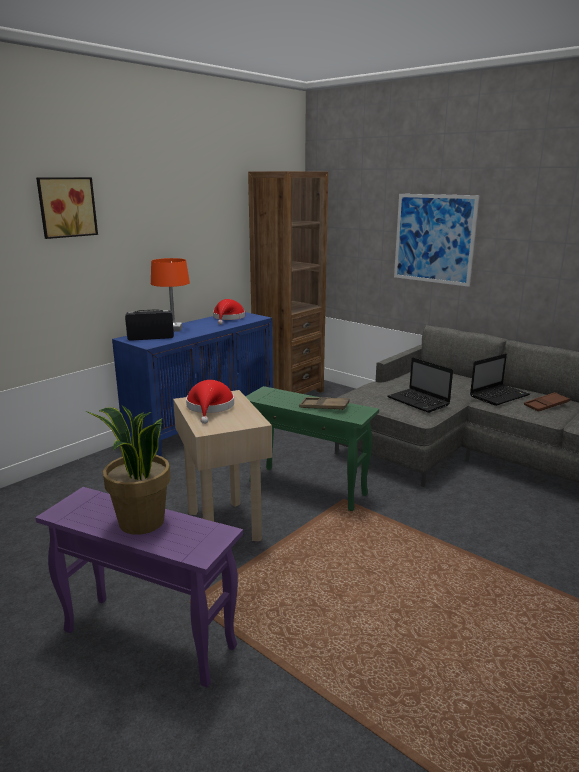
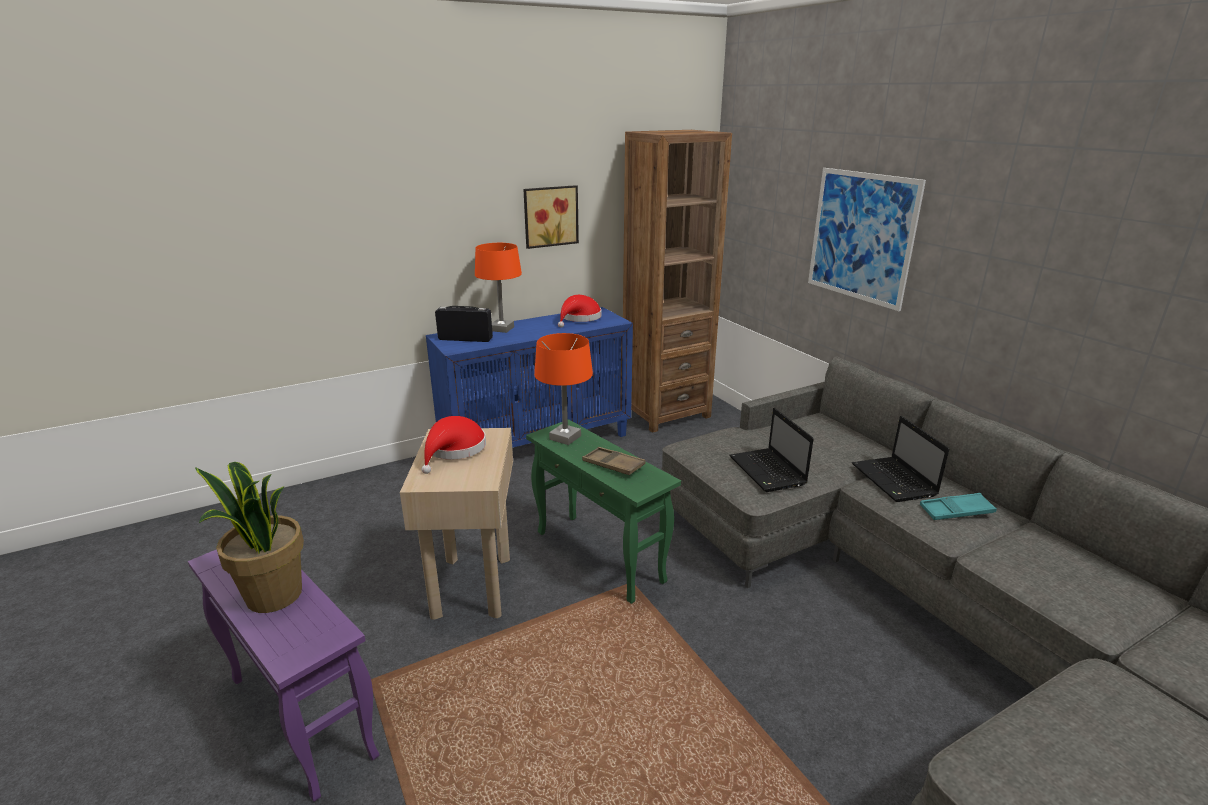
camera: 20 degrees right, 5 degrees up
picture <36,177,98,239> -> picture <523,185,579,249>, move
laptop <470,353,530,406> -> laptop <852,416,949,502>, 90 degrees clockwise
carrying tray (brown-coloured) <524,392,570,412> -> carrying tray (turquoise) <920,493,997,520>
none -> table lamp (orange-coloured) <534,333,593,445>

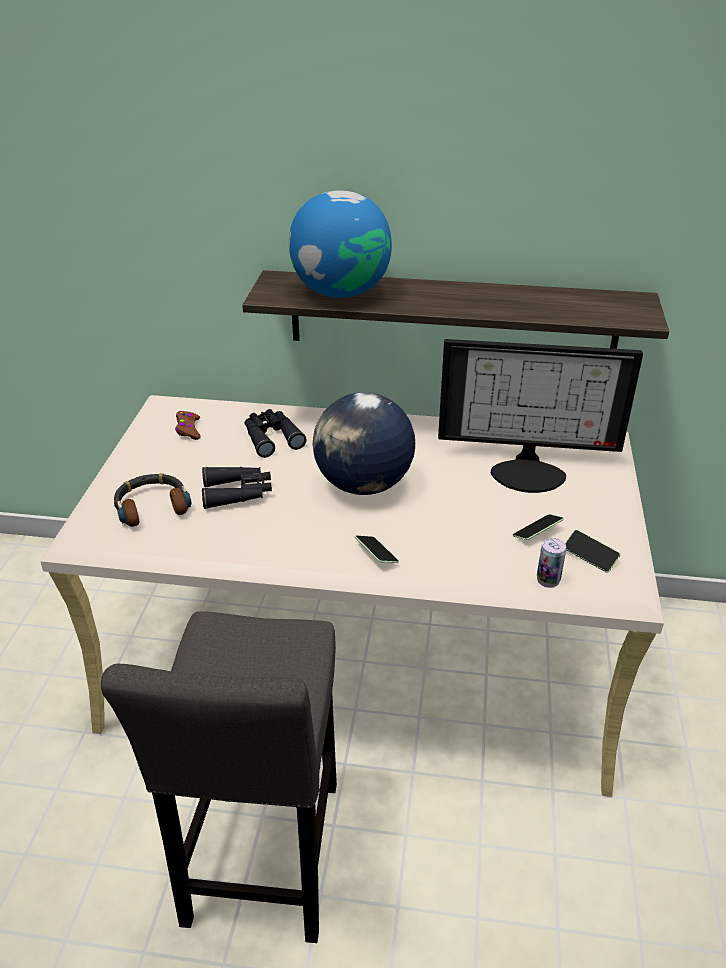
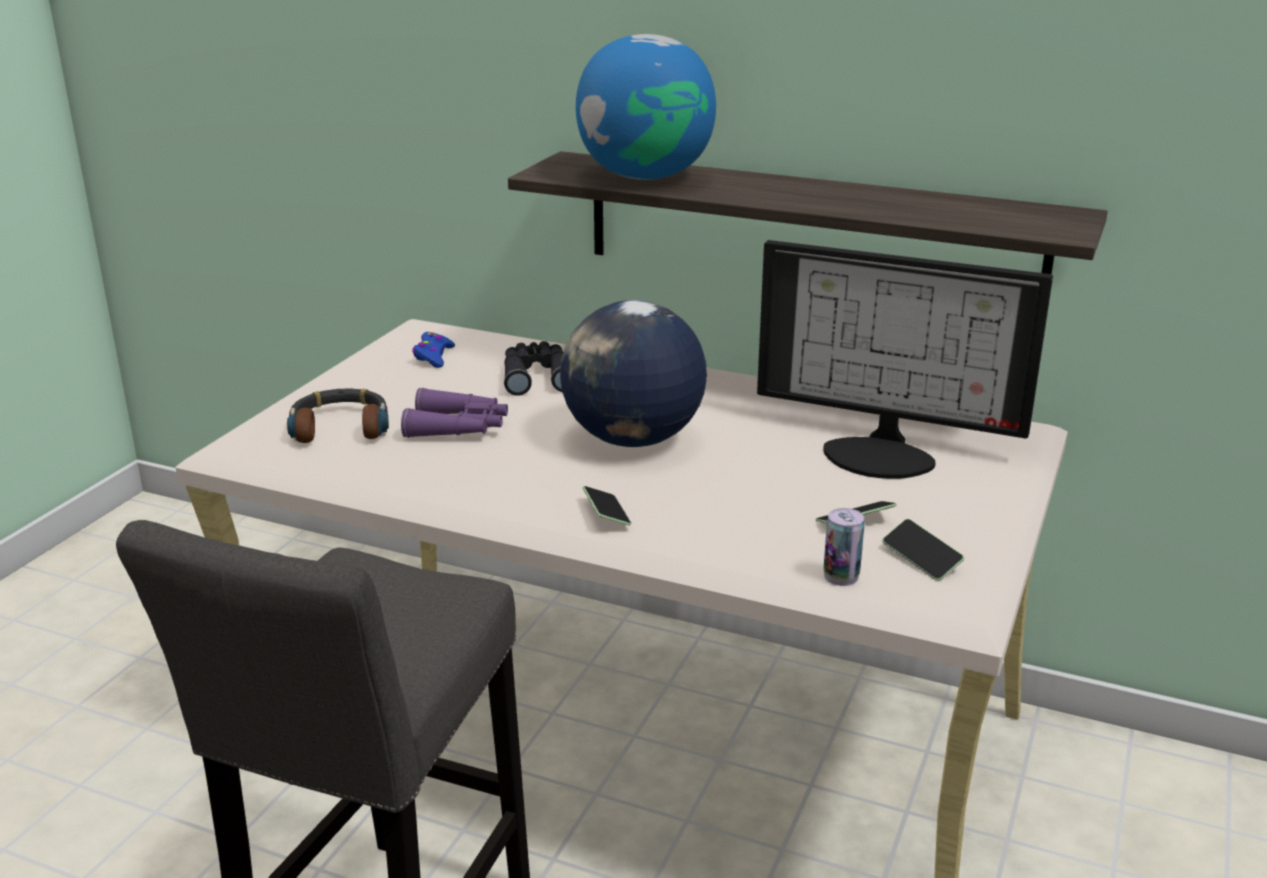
camera: 15 degrees right, 10 degrees down
joypad (brown-coloured) <175,411,201,440> -> joypad (bluish) <412,332,455,368>
field glasses (black-coloured) <202,467,272,509> -> field glasses (purple) <401,388,508,438>

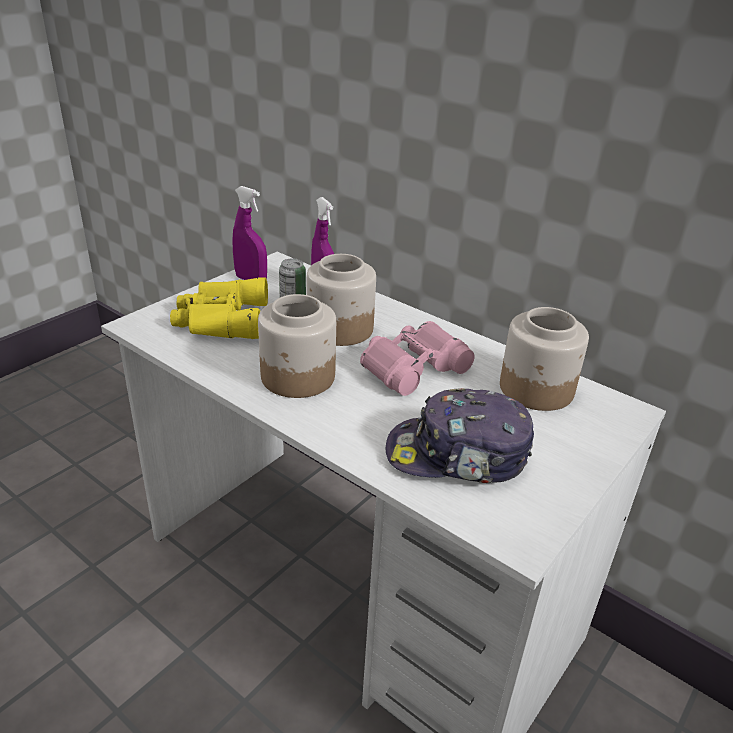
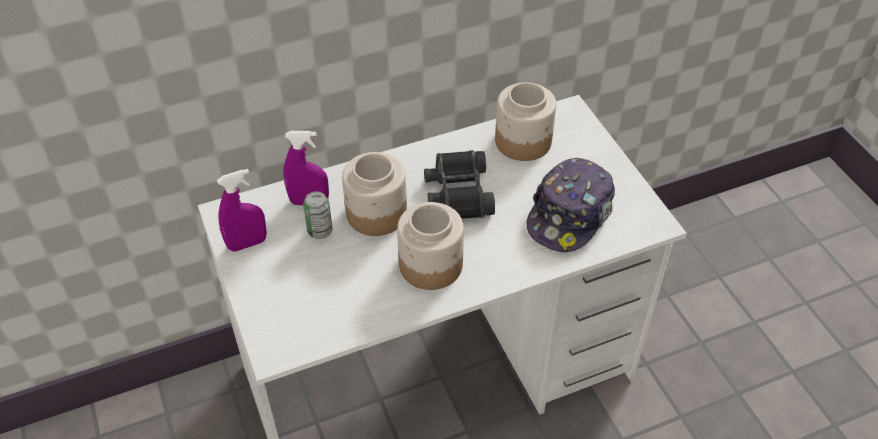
camera: 60 degrees left, 15 degrees up
field glasses (yellow) <170,277,268,339> -> none
field glasses (pink) <360,321,475,396> -> field glasses (black-coloured) <424,150,495,219>

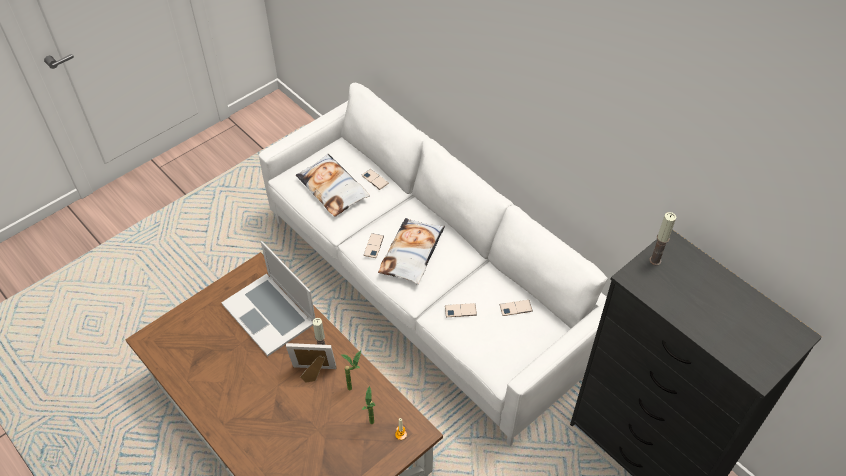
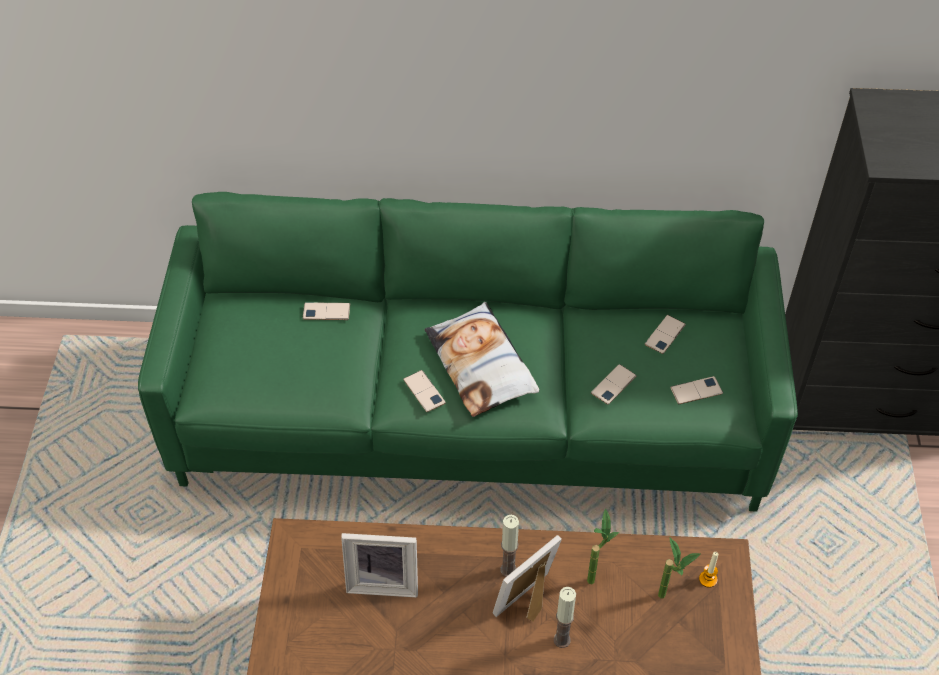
camera: 45 degrees left, 0 degrees up
couch (white) <259,83,608,446> -> couch (greenish) <138,192,798,512>
throw pillow <296,153,370,217> -> none
wax candle <649,212,676,265> -> wax candle <554,587,576,648>, move
laptop <221,241,315,356> -> standing frame <341,533,418,598>
none -> phone <670,376,723,404>

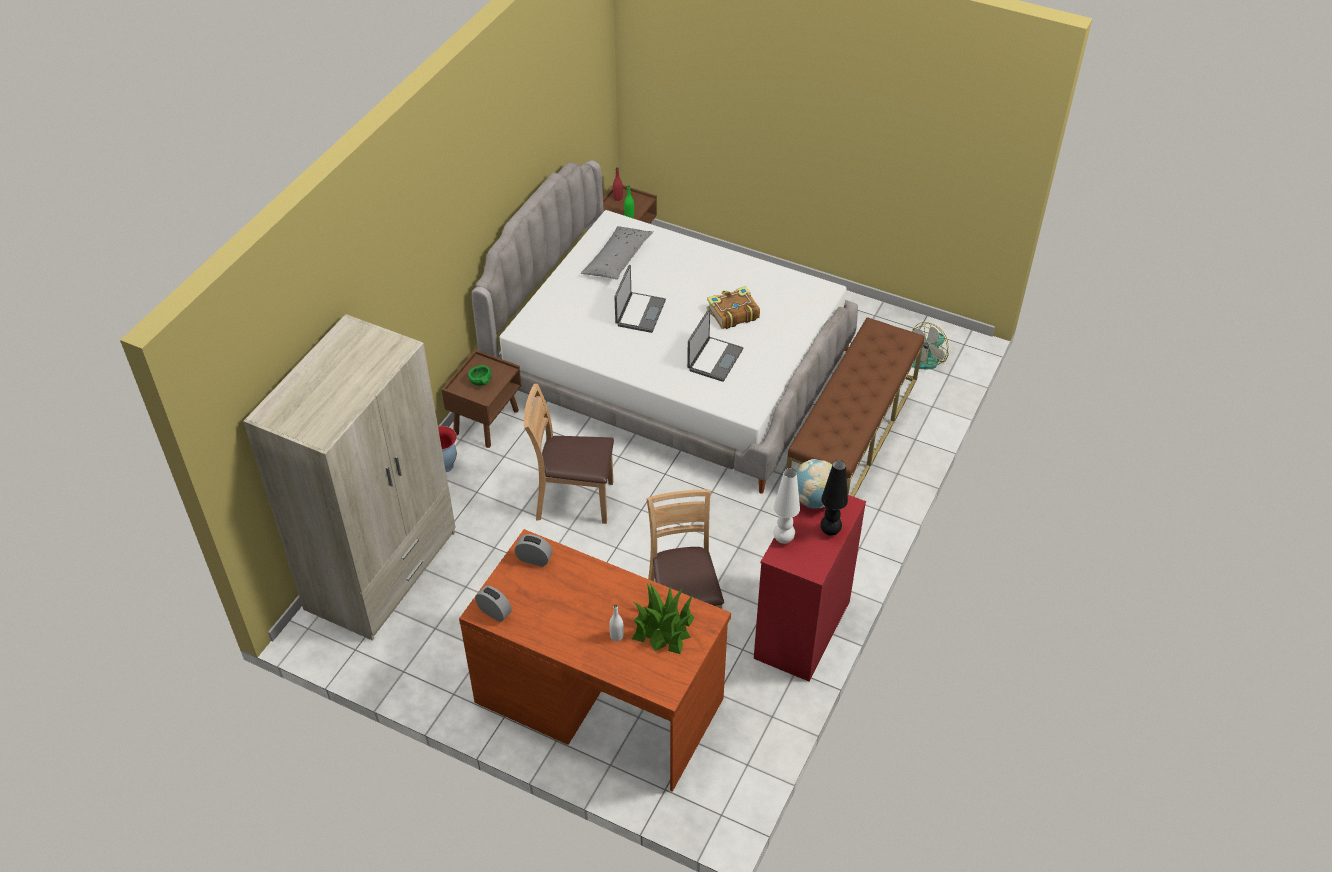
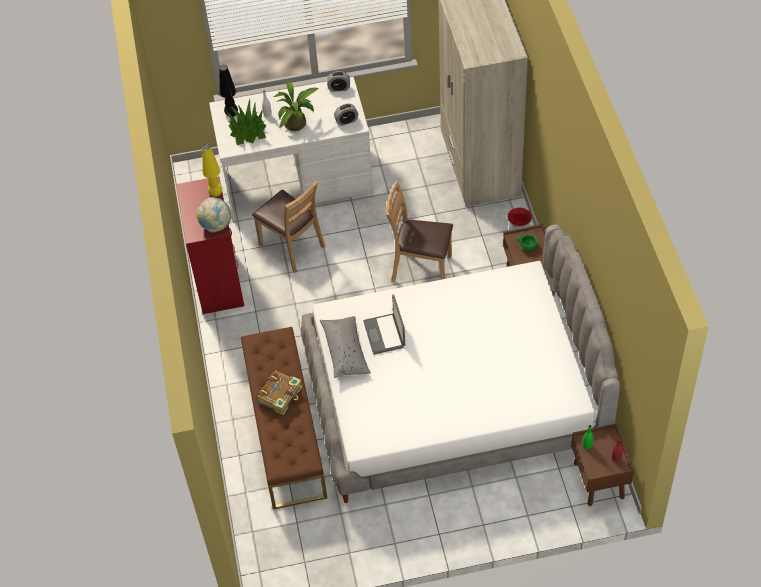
camera: 145 degrees right, 5 degrees up
throw pillow (gray) <581,226,653,280> -> throw pillow (gray) <320,316,371,378>, move
laptop <614,265,666,333> -> none
book <707,286,760,329> -> book <257,370,302,415>, move
electric fan <912,322,949,369> -> none
chair (brown-coloured) <524,384,614,524> -> chair (brown-coloured) <386,181,453,282>, 135 degrees counterclockwise
table lamp (black-coloured) <820,460,848,536> -> table lamp (black-coloured) <219,65,238,117>, move
table lamp (white) <773,468,800,544> -> table lamp (yellow) <202,144,222,197>
desk (brown-coloured) <459,529,731,792> -> desk (white) <209,77,373,221>
none -> potted plant <274,82,320,131>

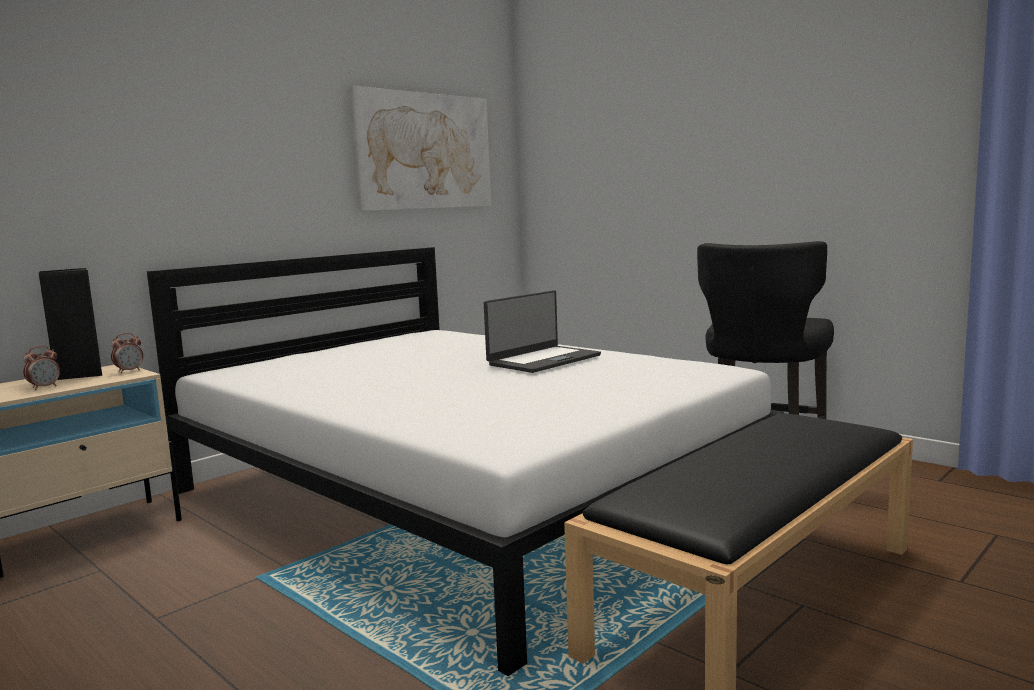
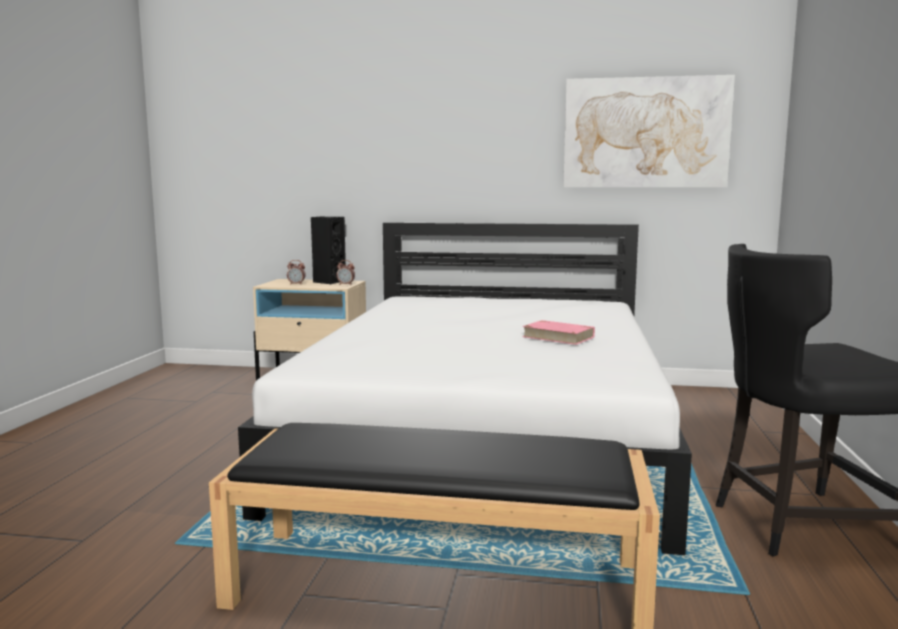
camera: 55 degrees right, 0 degrees up
laptop <484,290,601,373> -> book (pink) <522,320,595,345>

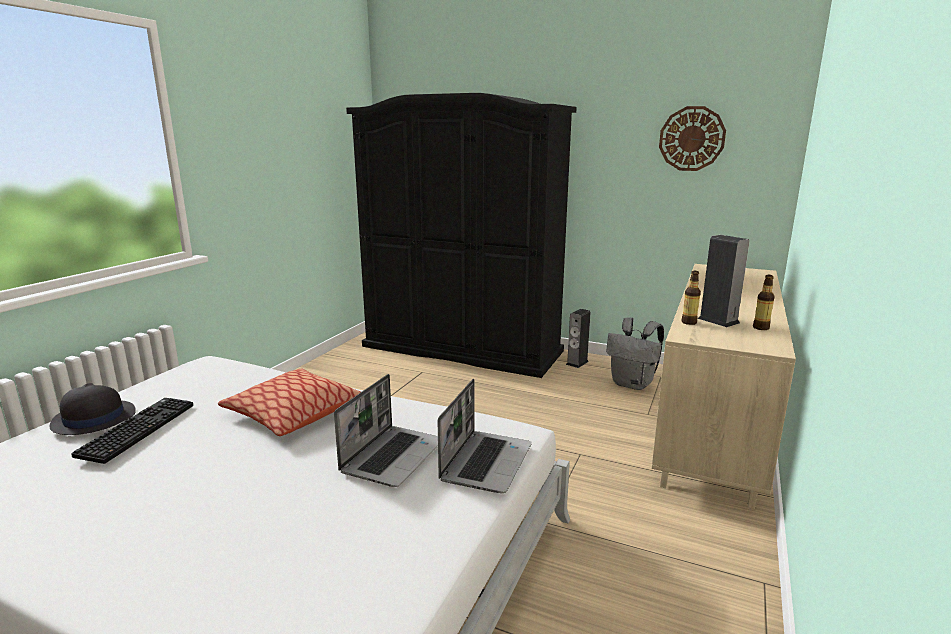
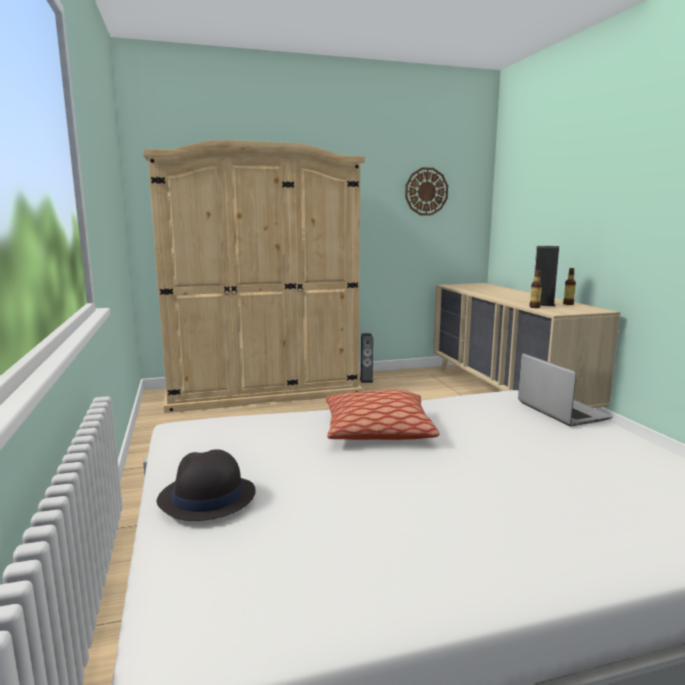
camera: 40 degrees left, 5 degrees down
wardrobe (black-coloured) <346,93,577,378> -> wardrobe (beige-coloured) <143,140,365,413>
knapsack (gray) <606,317,664,390> -> none
laptop <334,374,438,487> -> none
keyboard <71,398,193,464> -> none

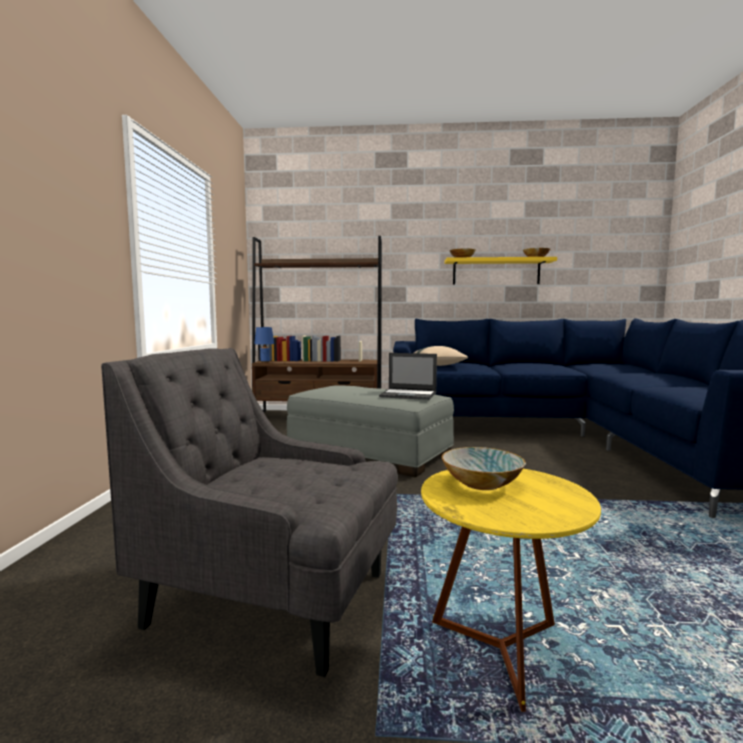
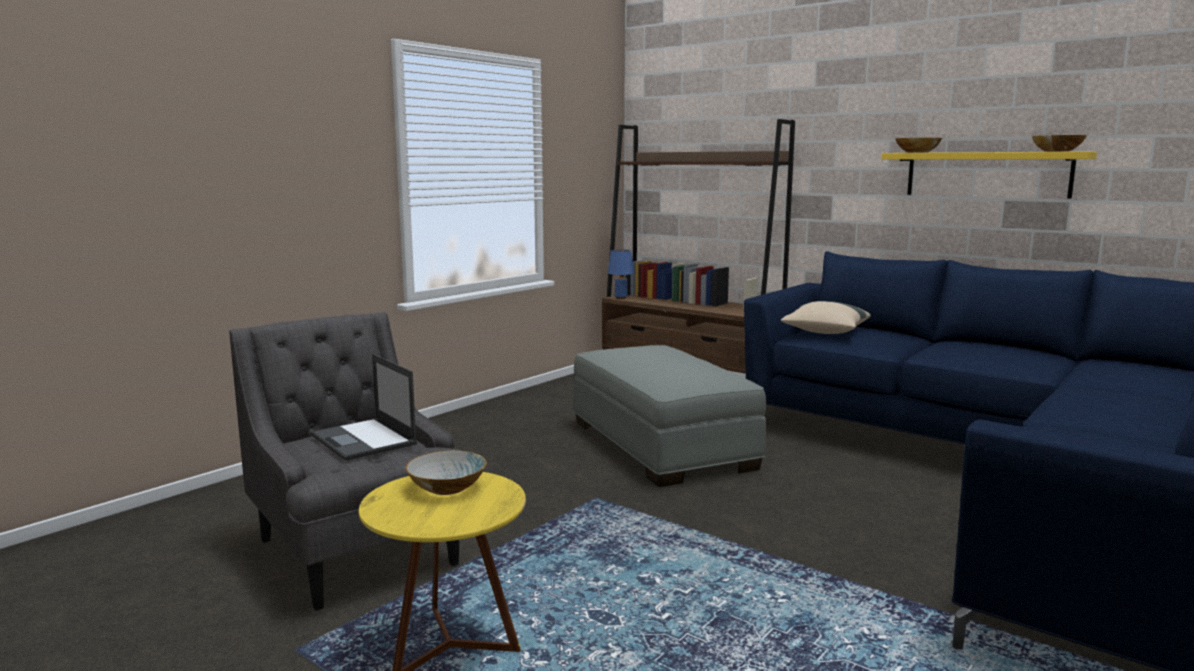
camera: 35 degrees right, 5 degrees up
laptop <379,353,437,400> -> laptop <311,354,417,461>, move

